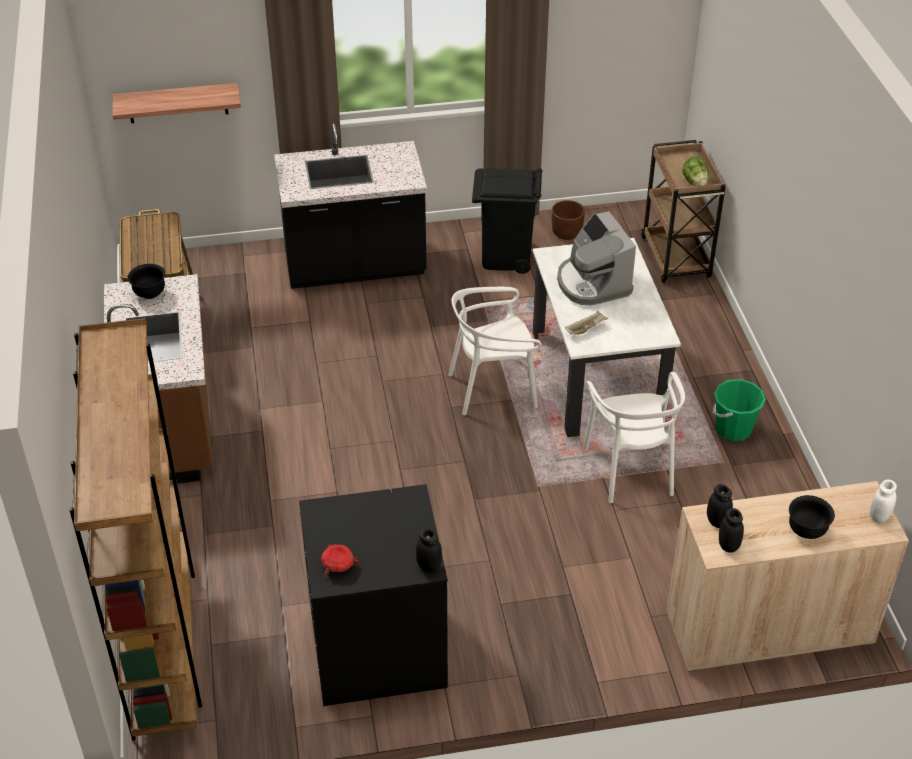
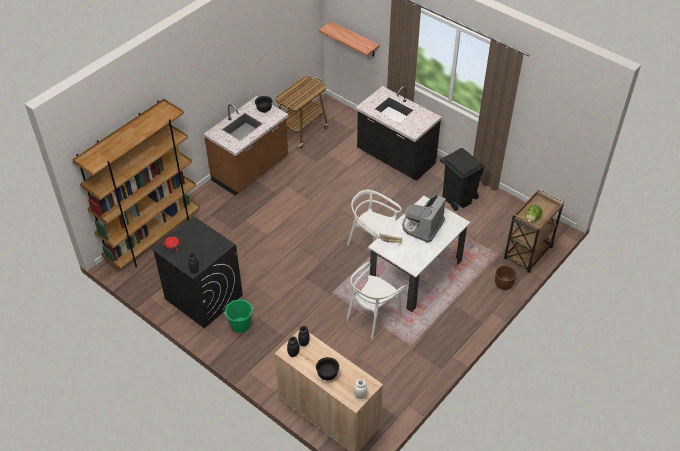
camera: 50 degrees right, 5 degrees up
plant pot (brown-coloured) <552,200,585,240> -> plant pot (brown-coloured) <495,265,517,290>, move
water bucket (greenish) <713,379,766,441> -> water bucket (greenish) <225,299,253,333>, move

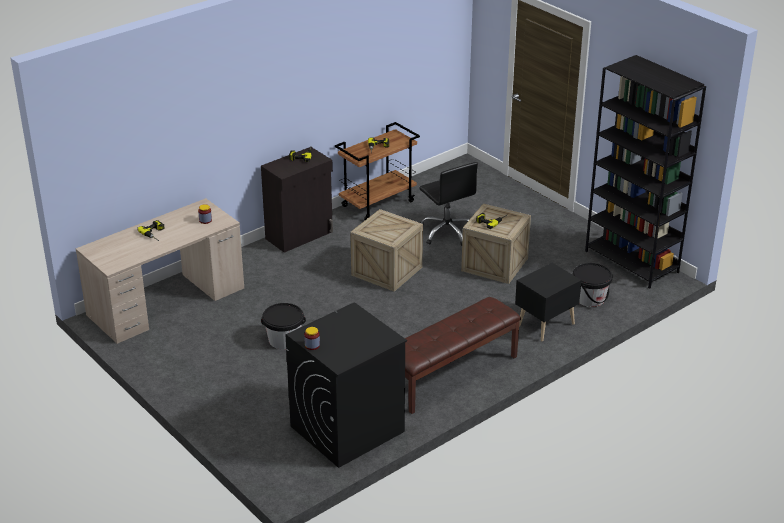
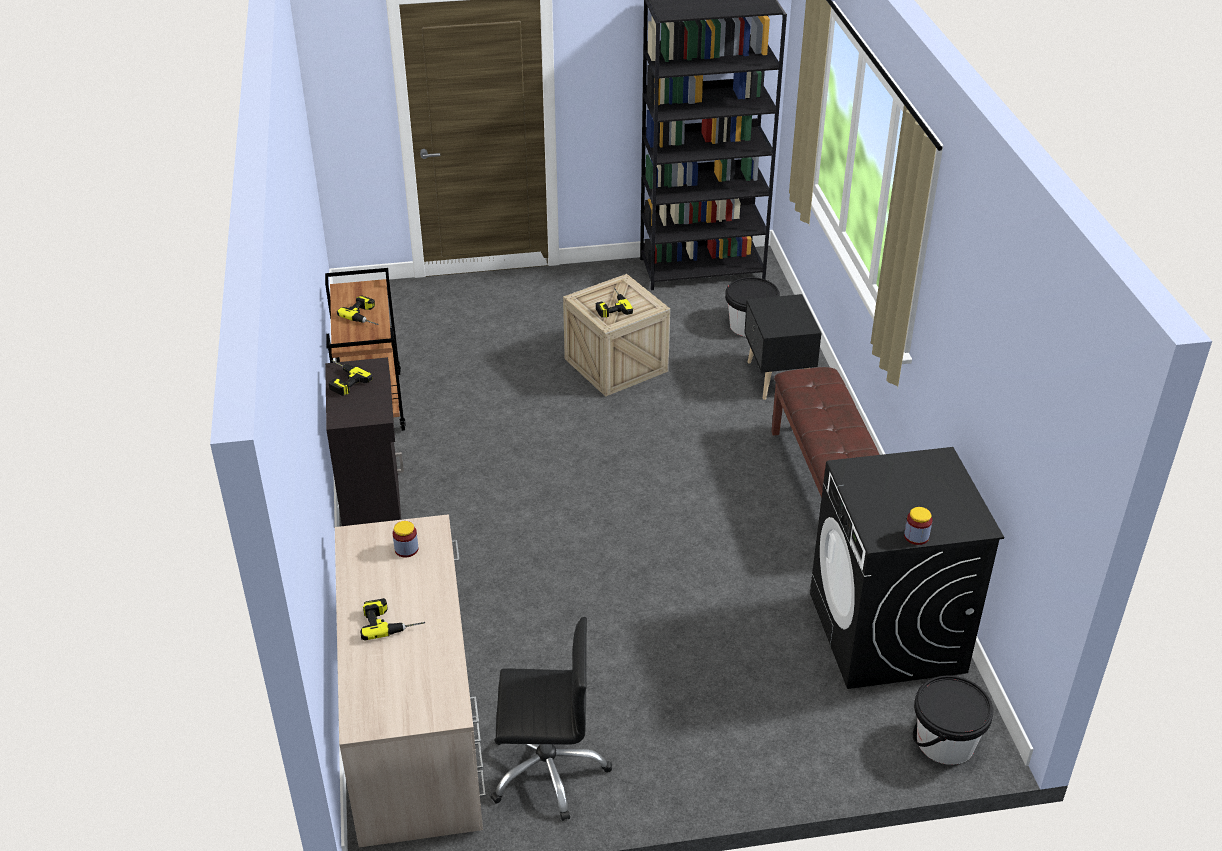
camera: 60 degrees left, 5 degrees up
computer chair (black-coloured) <419,162,478,246> -> computer chair (black-coloured) <491,617,612,821>, move
crate <350,209,423,292> -> none
water bucket (black-coloured) <261,303,306,349> -> water bucket (black-coloured) <913,676,993,765>, move

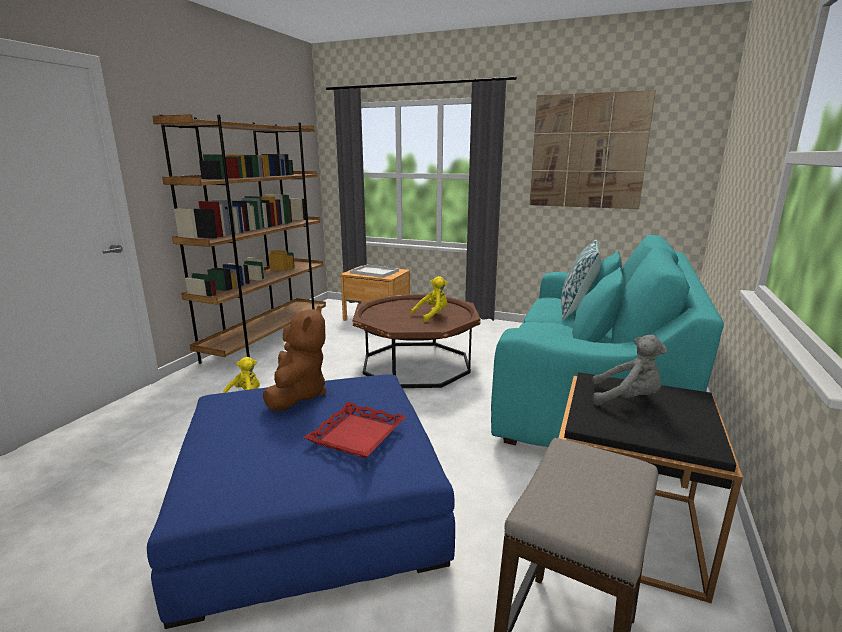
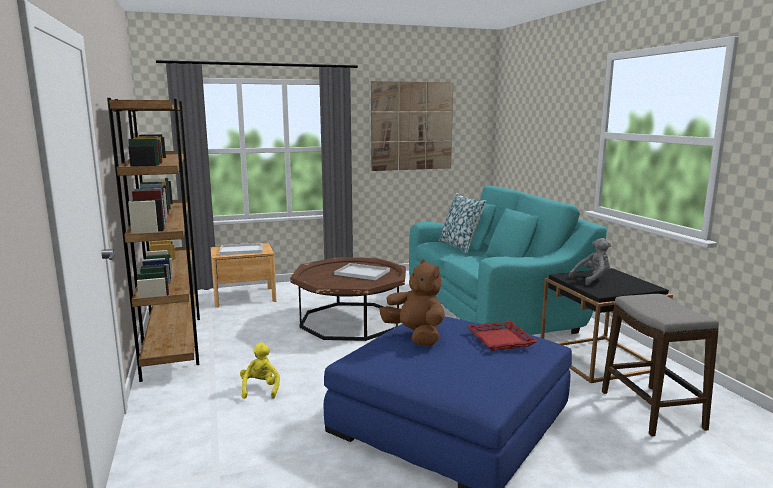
camera: 40 degrees left, 5 degrees down
soft toy (yellow) <411,276,448,322> -> carrying tray (white) <334,263,390,280>

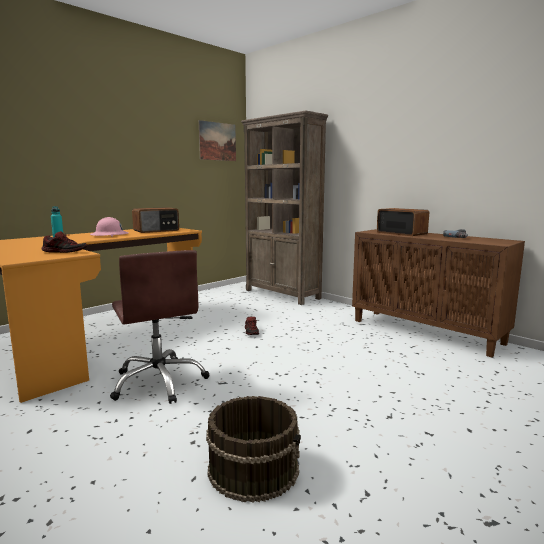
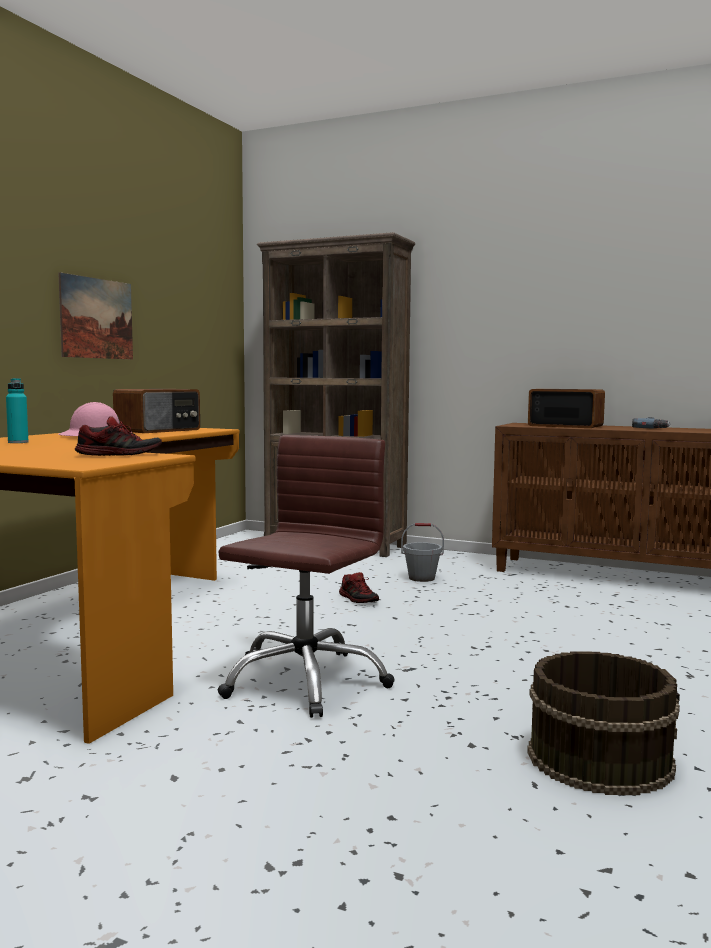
camera: 20 degrees left, 5 degrees down
picture <199,120,236,161> -> picture <58,273,133,359>, move
computer chair (brown-coloured) <110,250,210,404> -> computer chair (brown-coloured) <218,435,394,718>, 105 degrees counterclockwise
none -> water bucket (gray) <401,523,444,582>

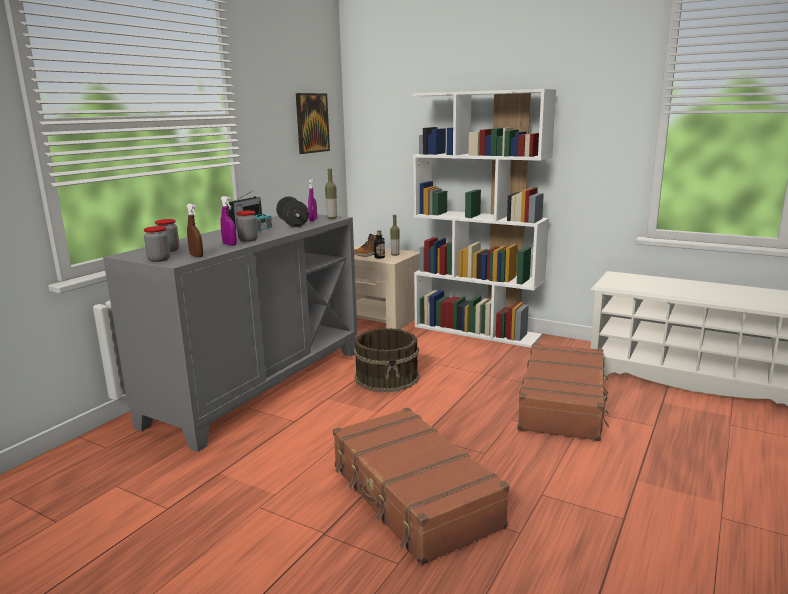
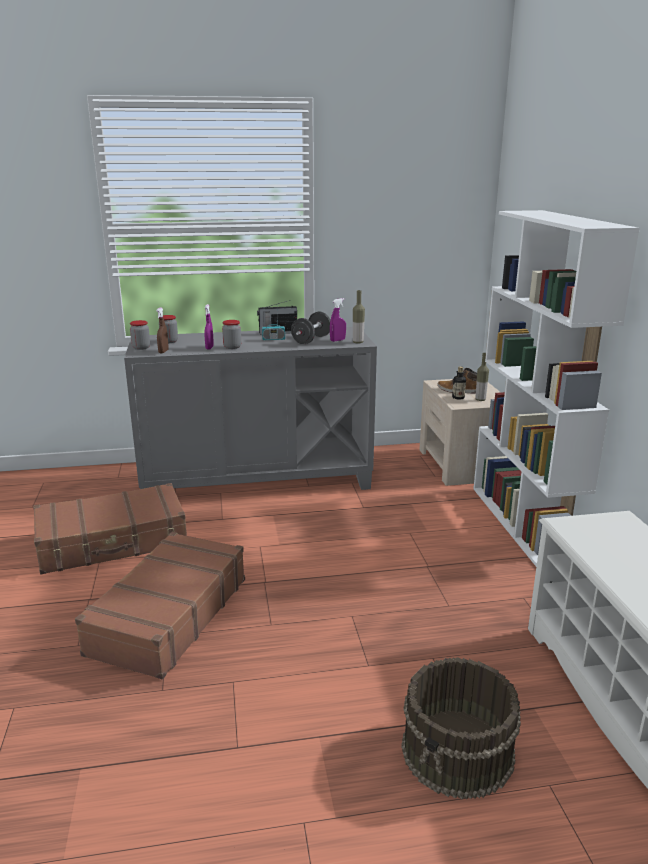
camera: 50 degrees right, 5 degrees up
picture <296,93,330,154> -> none
water bucket (brown-coloured) <354,328,419,392> -> water bucket (brown-coloured) <401,657,521,800>, move
travel case (brown-coloured) <517,343,609,441> -> travel case (brown-coloured) <33,483,187,574>, move

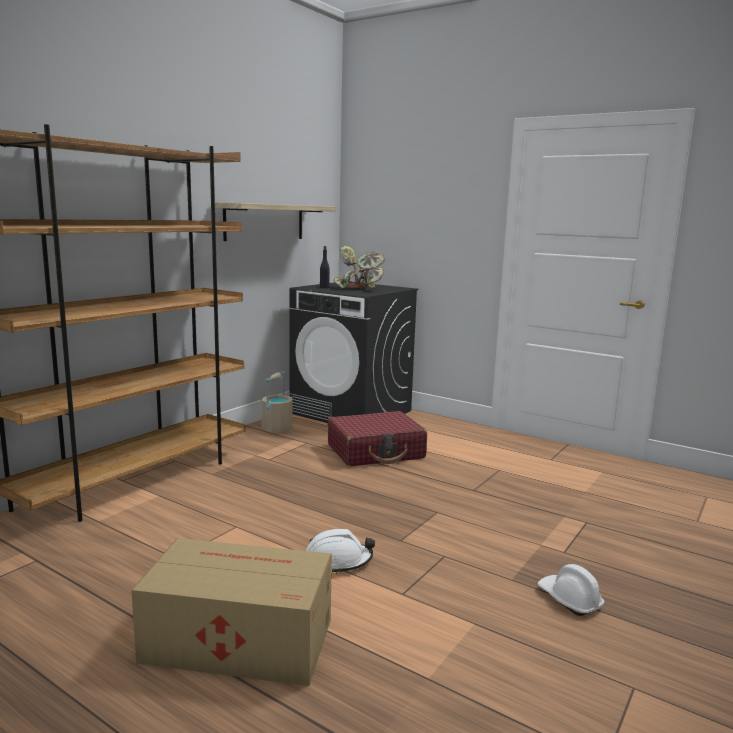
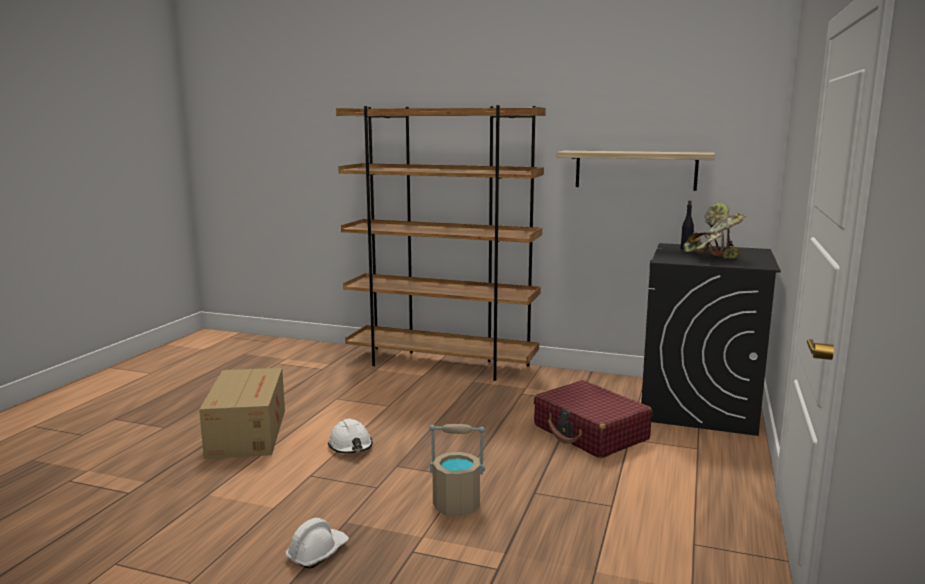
camera: 75 degrees right, 0 degrees up
water bucket (beige-coloured) <261,371,292,432> -> water bucket (beige-coloured) <429,424,485,516>, move

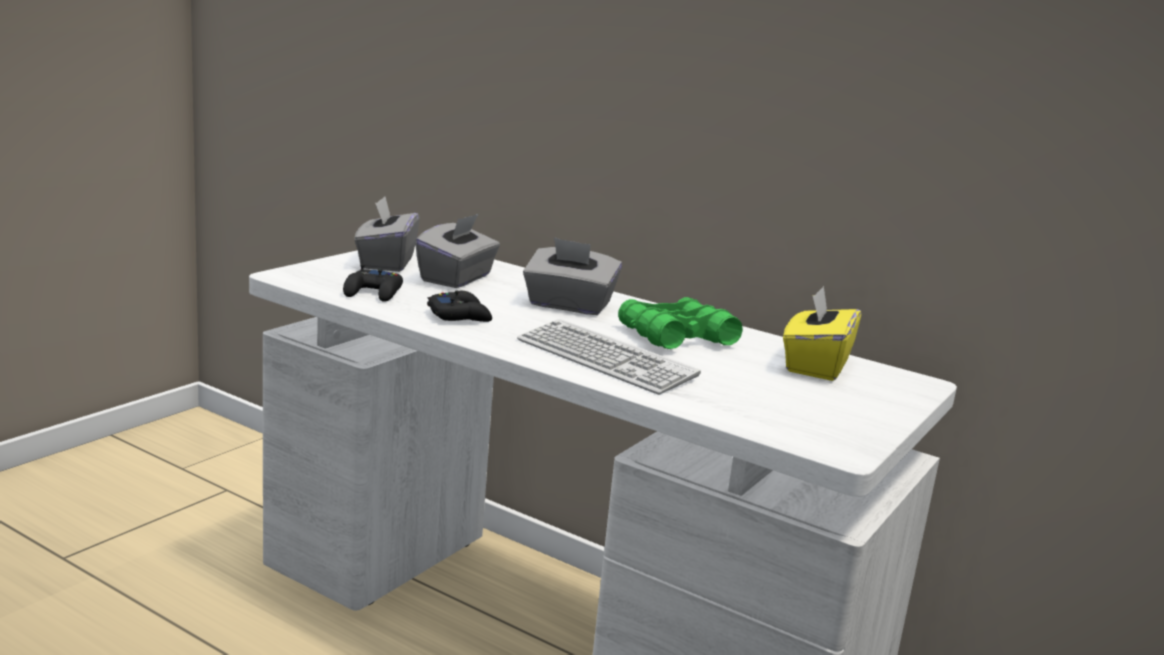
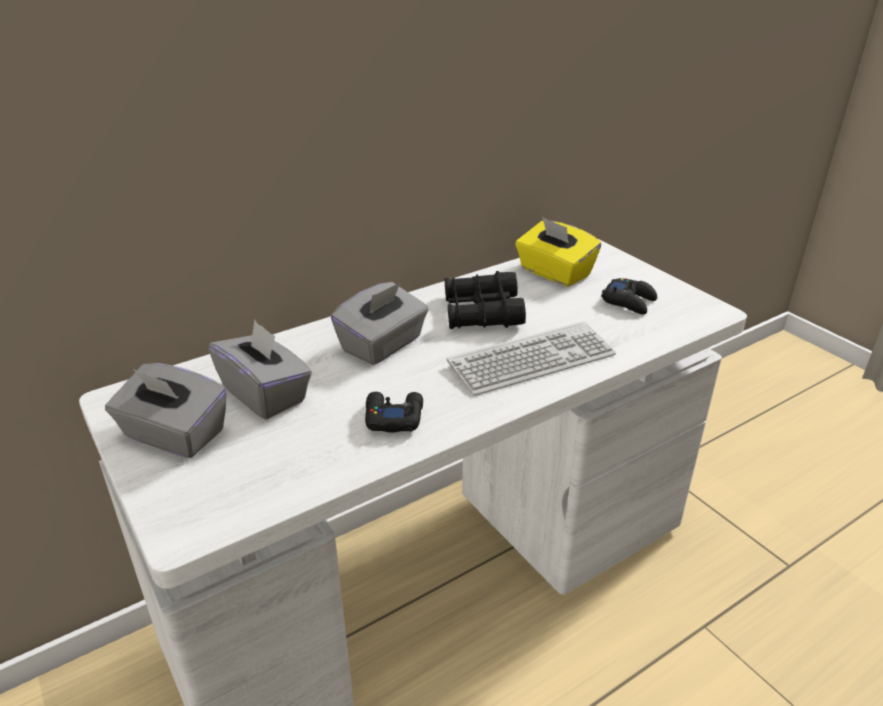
camera: 65 degrees left, 15 degrees up
joypad (black-coloured) <343,264,403,302> -> joypad (black-coloured) <601,278,657,315>, move
field glasses (greenish) <618,297,743,349> -> field glasses (black-coloured) <445,271,526,329>

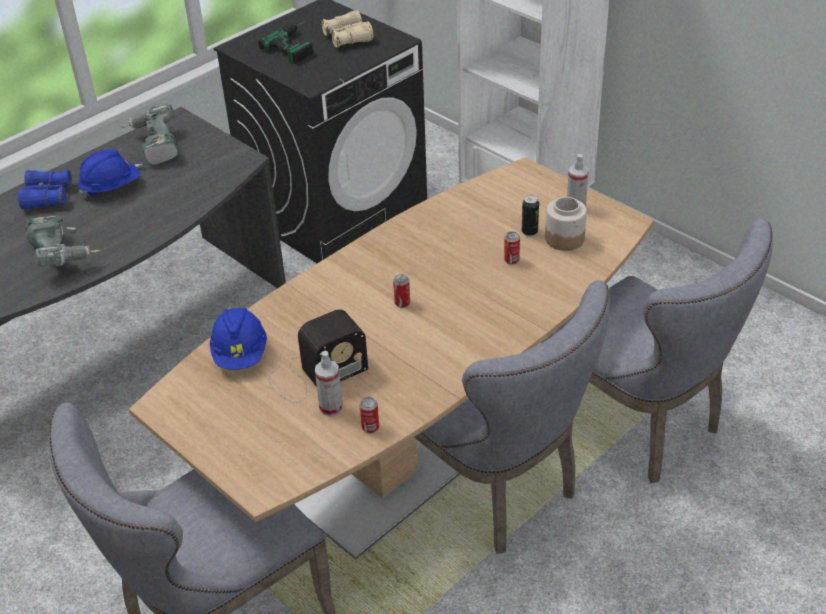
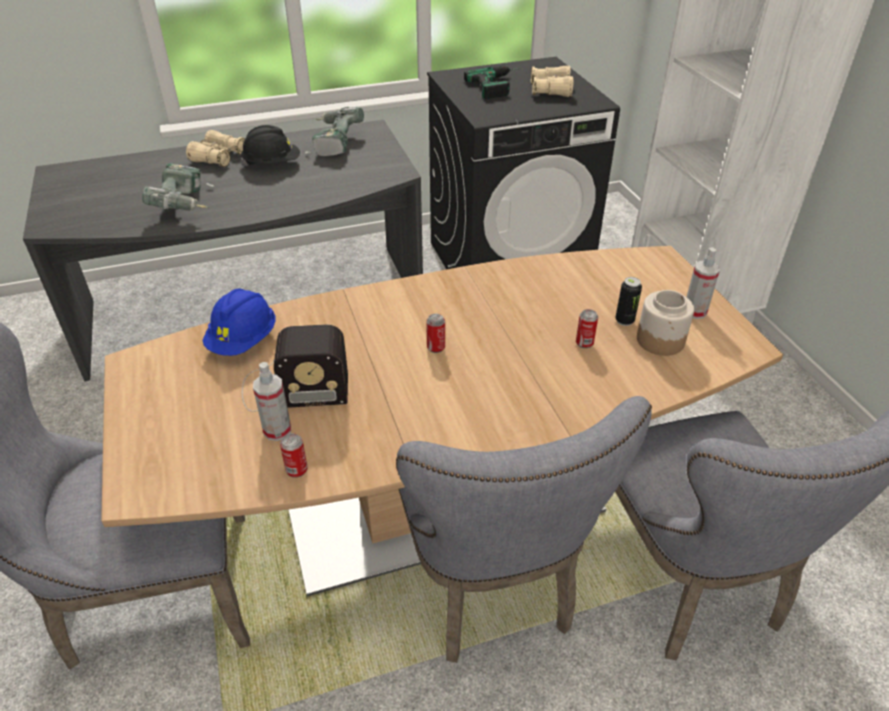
camera: 25 degrees right, 0 degrees up
hard hat (bluish) <78,149,140,198> -> hard hat (black-coloured) <241,125,300,166>
field glasses (bluish) <18,169,72,210> -> field glasses (beige-coloured) <186,130,245,167>

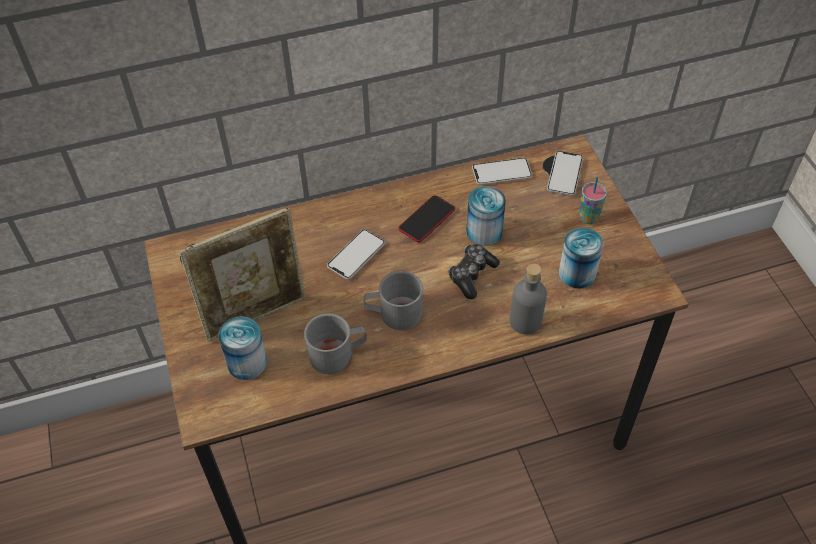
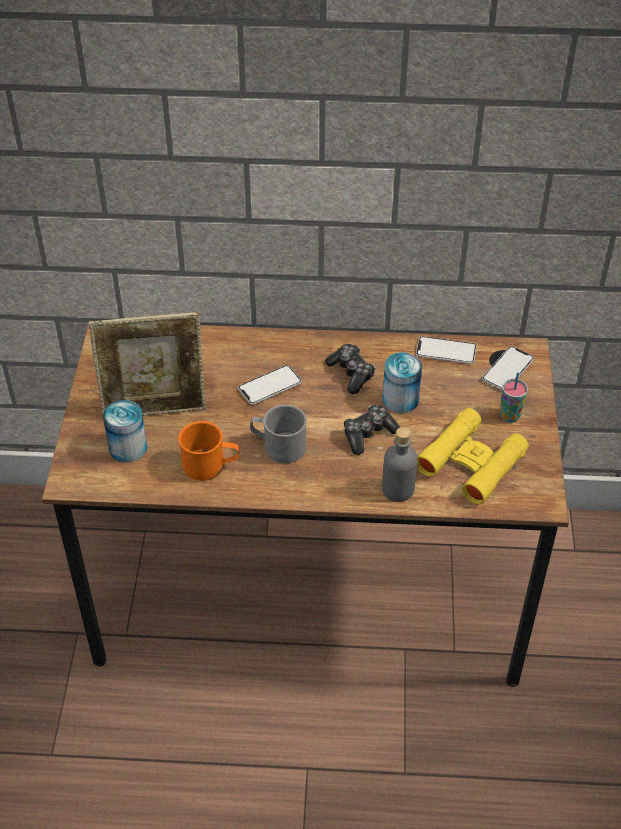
camera: 20 degrees right, 5 degrees down
phone <398,195,455,242> -> joypad <325,344,375,394>
sealed can <559,227,604,289> -> field glasses (yellow) <417,408,529,504>
tea mug (gray) <304,314,367,374> -> tea mug (orange-coloured) <178,421,239,481>

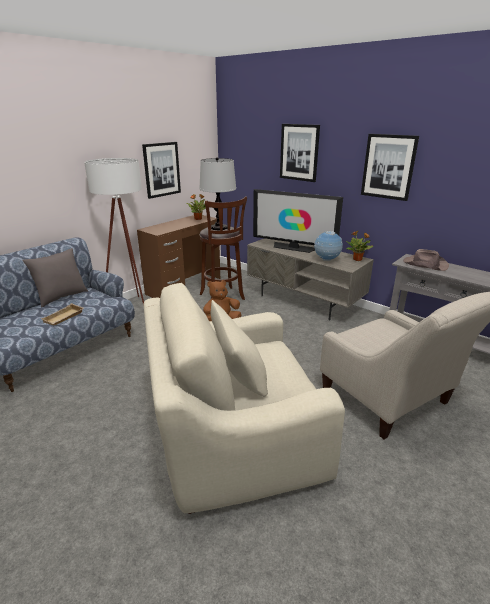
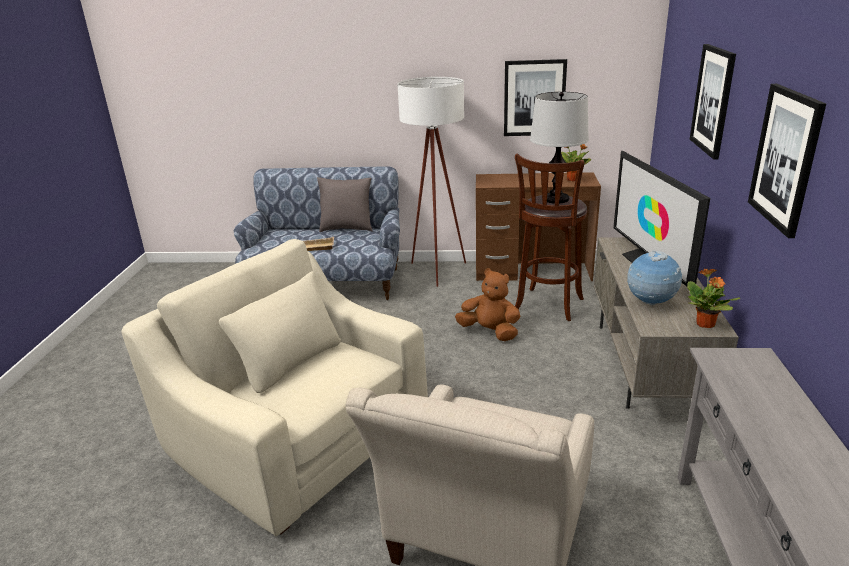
camera: 55 degrees right, 0 degrees up
clothing hat (brown-coloured) <403,249,449,271> -> none

